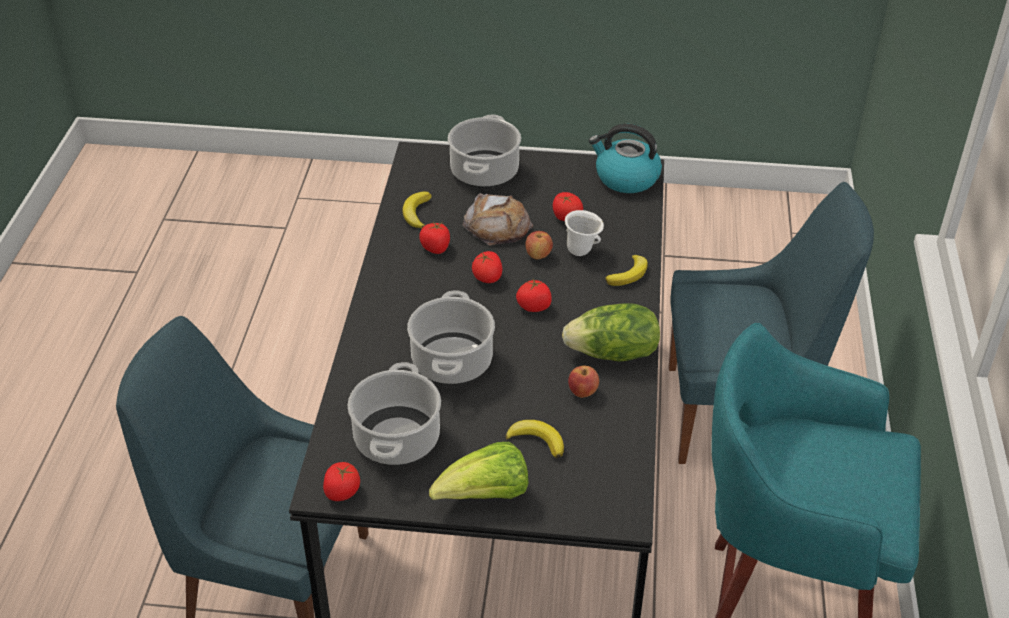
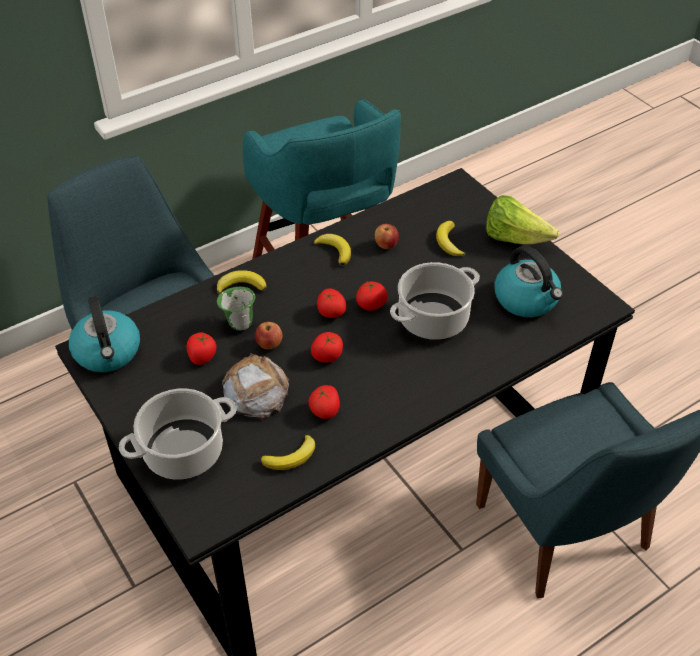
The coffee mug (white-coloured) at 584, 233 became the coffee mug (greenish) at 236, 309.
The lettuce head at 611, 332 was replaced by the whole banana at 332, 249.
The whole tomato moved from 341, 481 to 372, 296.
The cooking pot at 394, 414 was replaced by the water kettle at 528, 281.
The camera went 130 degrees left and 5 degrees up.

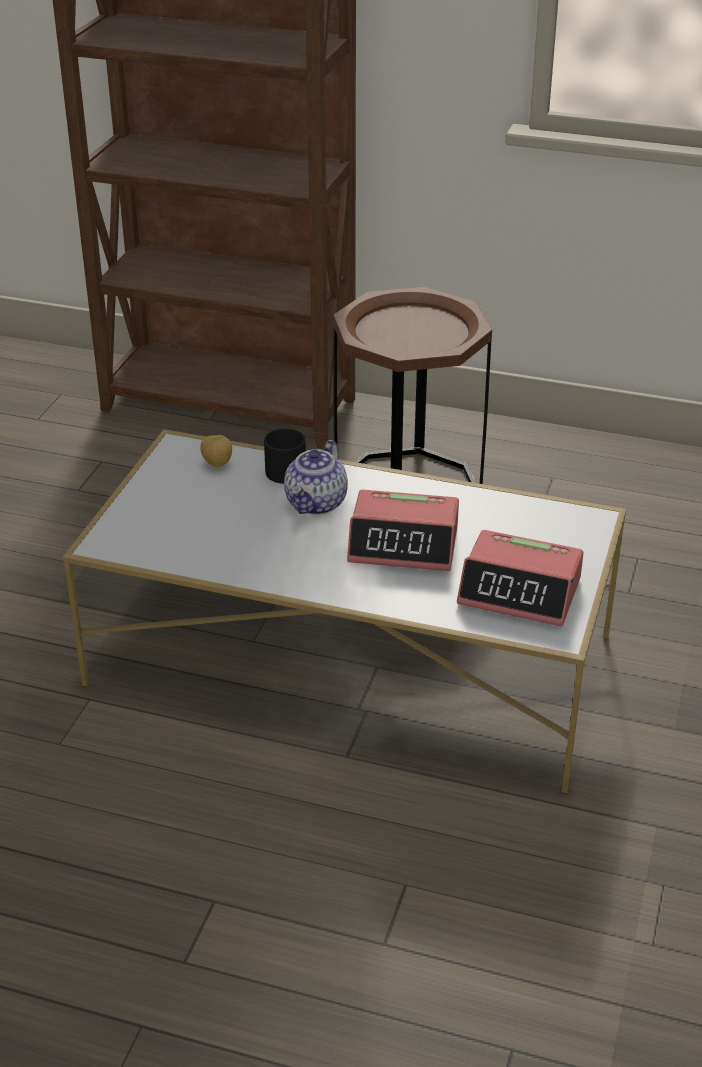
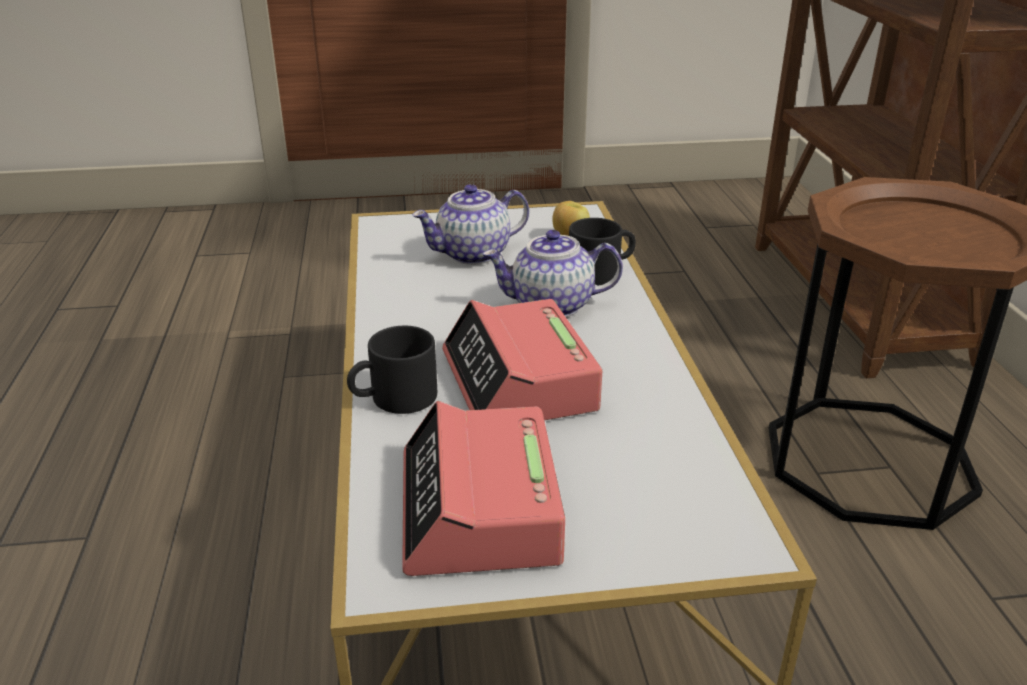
The coffee mug (blackish) at 392, 370 appeared.
The tea pot at 470, 224 appeared.
The camera went 65 degrees right and 5 degrees down.

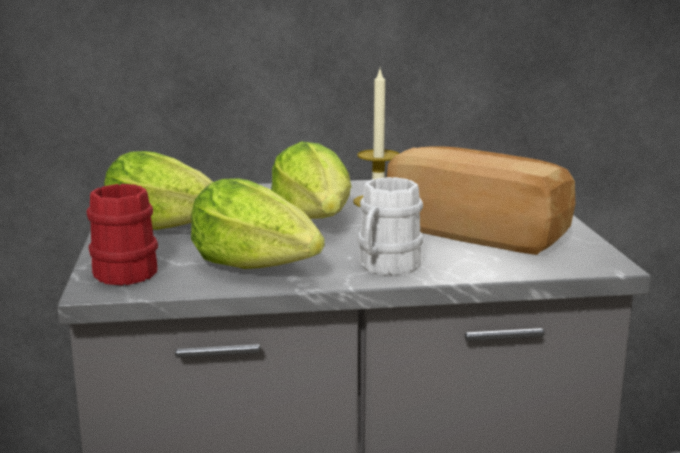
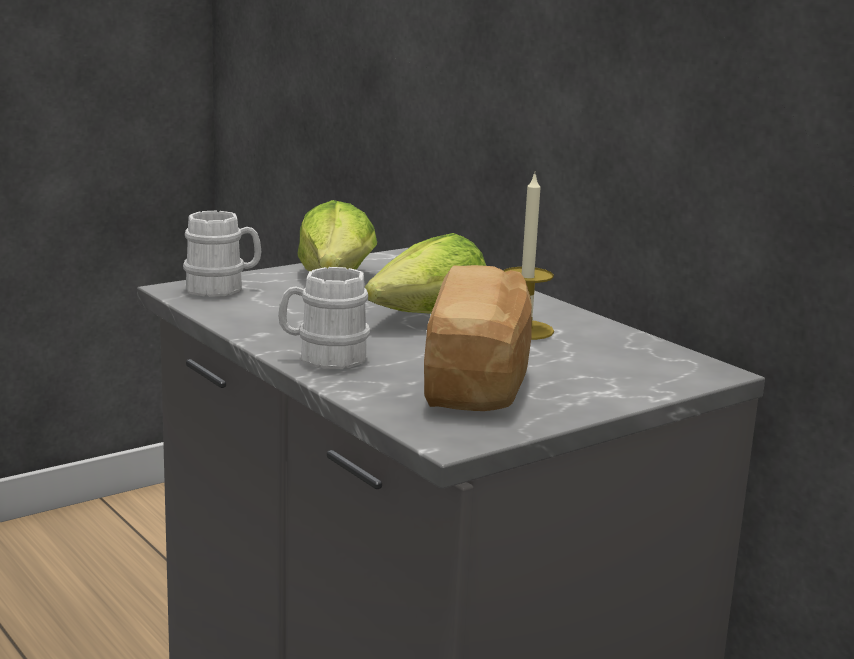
The coffee mug (reddish) at 122, 235 became the coffee mug (white-coloured) at 222, 254.
The lettuce head at 258, 223 disappeared.
The camera went 60 degrees right and 0 degrees up.

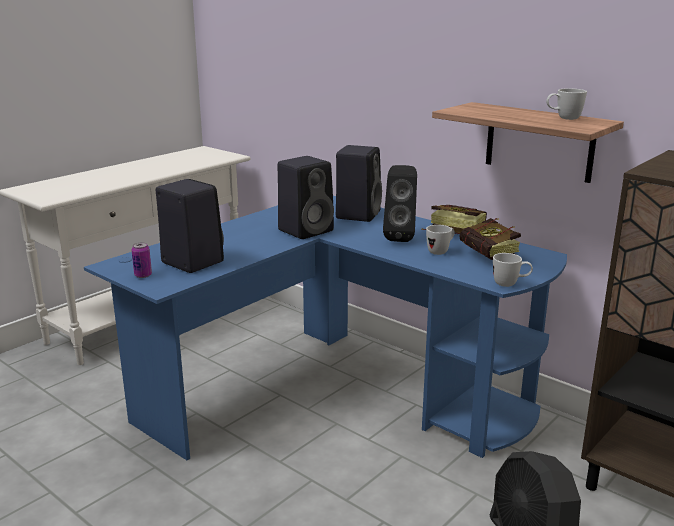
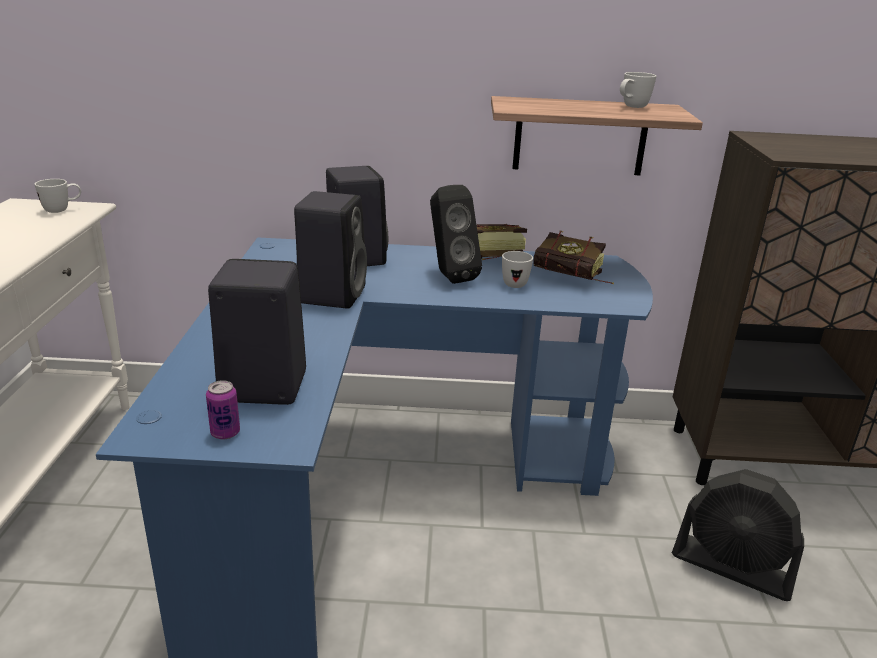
The coffee mug (white-coloured) moved from 513, 270 to 58, 196.
The camera went 40 degrees left and 5 degrees up.

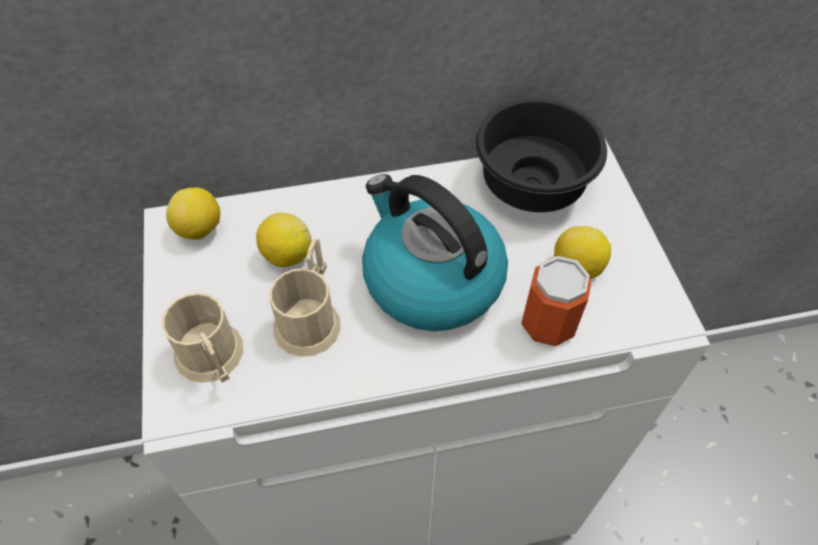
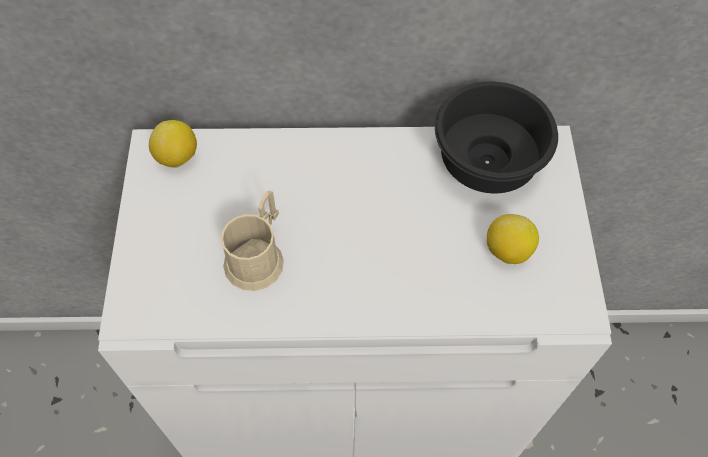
The coffee mug (beige-coloured) at 202, 338 disappeared.
The whole lemon at 283, 240 disappeared.
The water kettle at 435, 252 disappeared.
The sealed can at 556, 301 disappeared.
The camera went 10 degrees right and 5 degrees up.

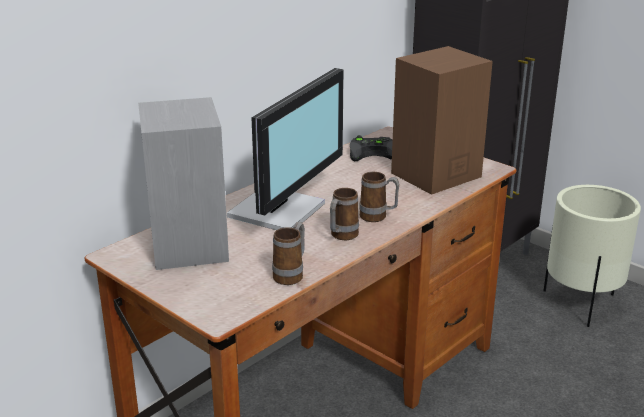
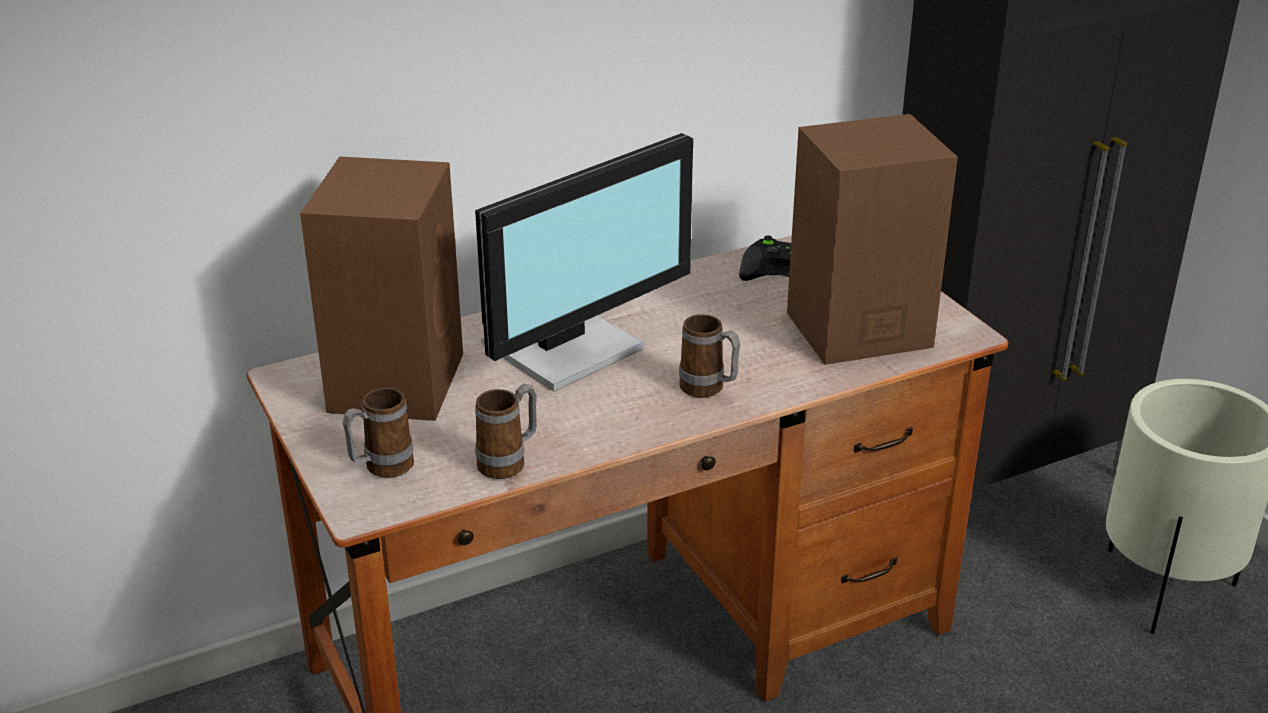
The loudspeaker (gray) at 183, 183 became the loudspeaker (brown) at 381, 289.
The coffee mug moved from 344, 214 to 378, 433.
The camera went 20 degrees right and 5 degrees up.

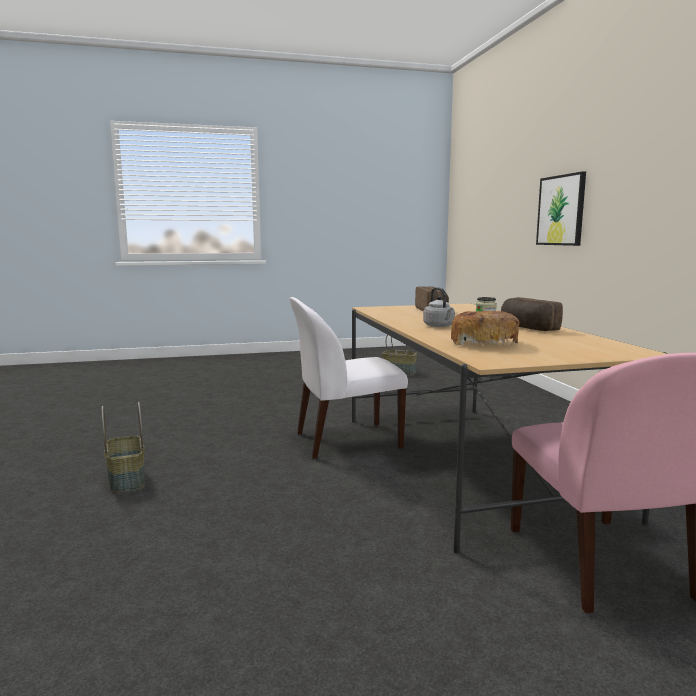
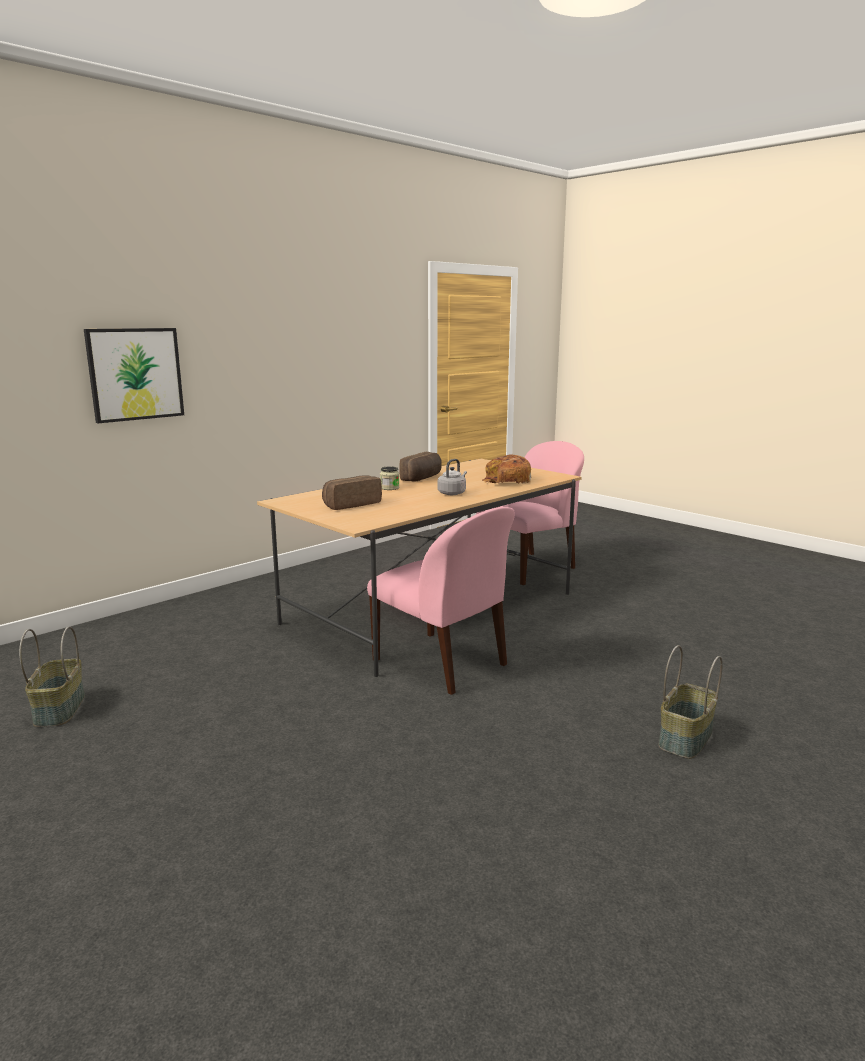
The upright chair (white-coloured) at 349, 378 became the upright chair (pink) at 441, 601.
The camera went 120 degrees left and 5 degrees up.

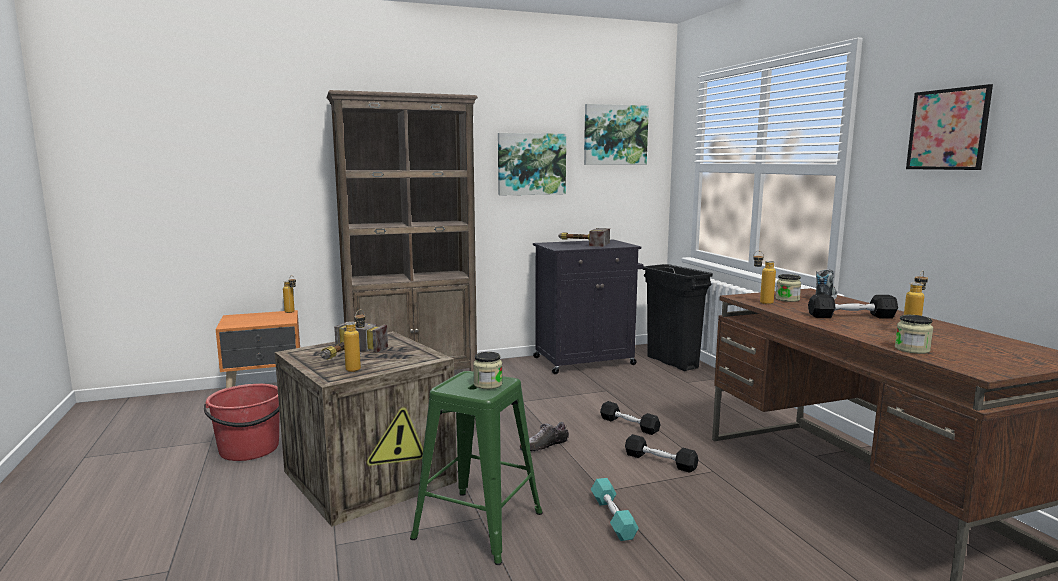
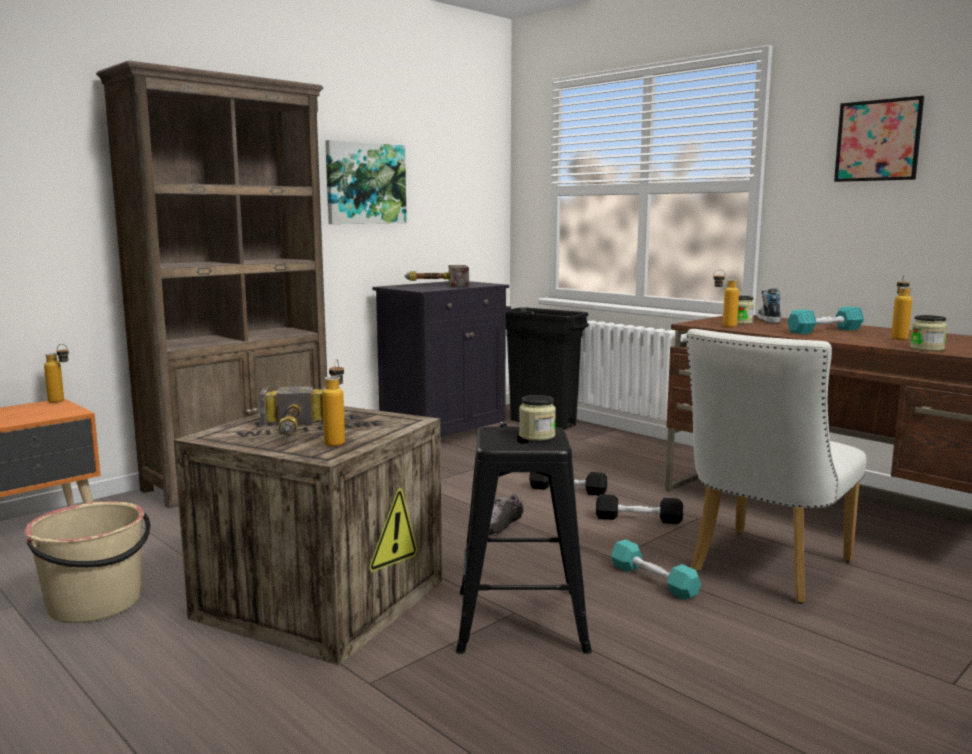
The pail (reddish) at 241, 422 became the pail (beige-coloured) at 87, 562.
The stool seat (greenish) at 476, 468 became the stool seat (blackish) at 524, 540.
The upright chair (white-coloured) at 776, 466 appeared.
The hand weight (blackish) at 853, 306 became the hand weight (blue-green) at 825, 320.
The wall art at 616, 134 disappeared.
The camera went 25 degrees left and 0 degrees up.

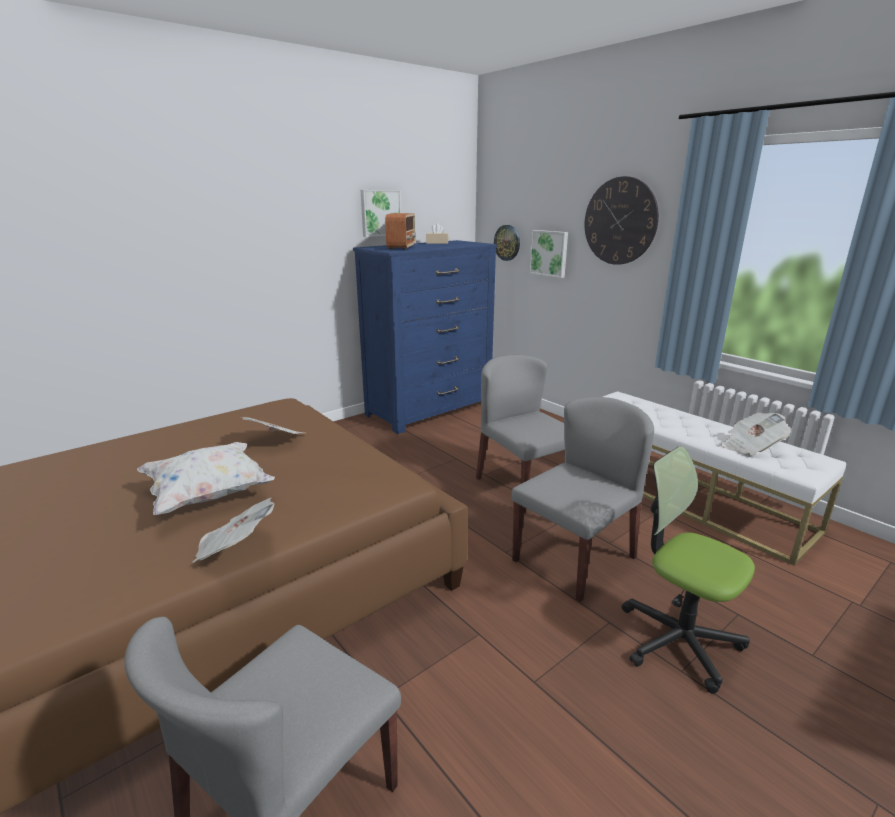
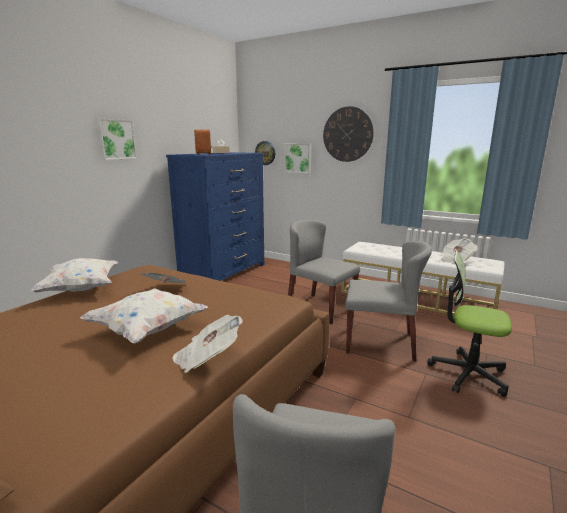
The pillow (white-coloured) at 75, 275 appeared.
The wall art moved from 381, 213 to 116, 139.
The upright chair (gray) at 582, 499 turned 75 degrees clockwise.
The camera went 20 degrees left and 5 degrees down.

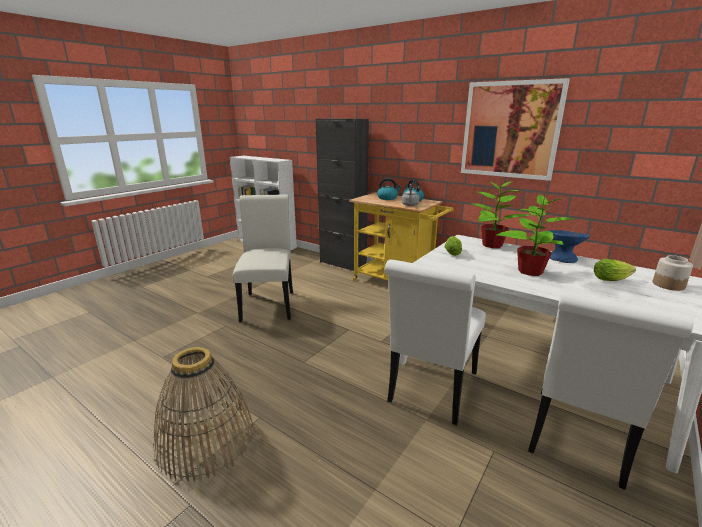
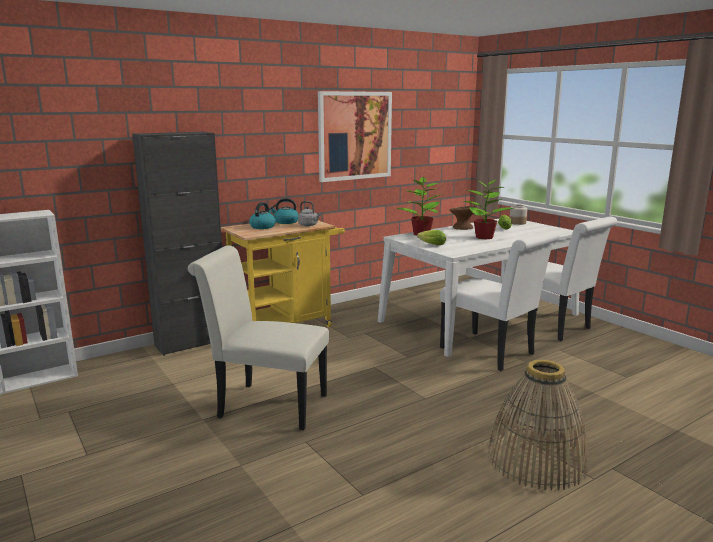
The deep dish (blue-coloured) at 569, 246 became the deep dish (brown) at 464, 218.
The camera went 70 degrees left and 5 degrees down.

